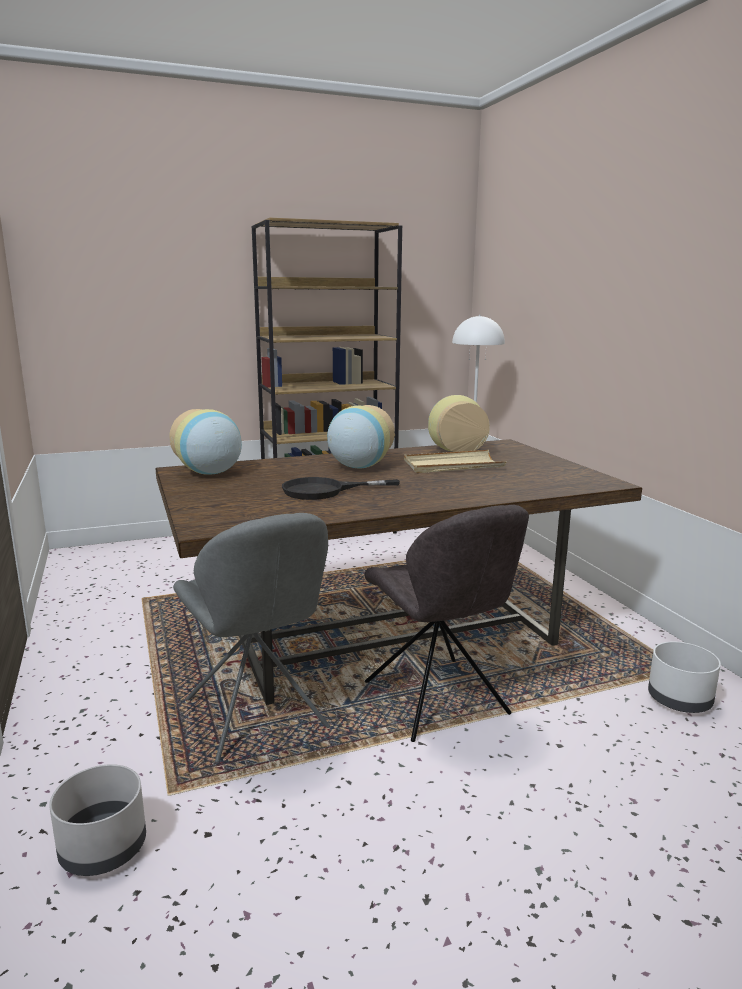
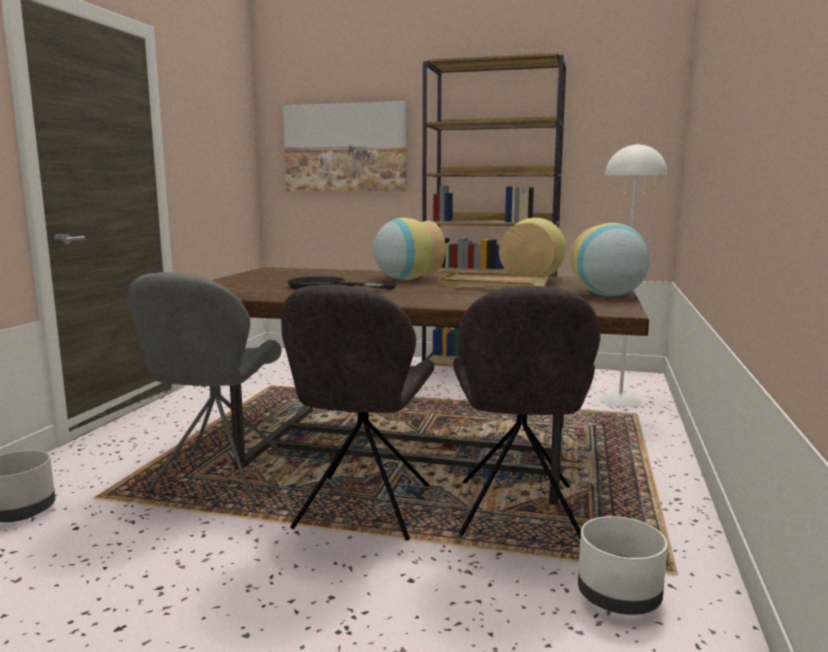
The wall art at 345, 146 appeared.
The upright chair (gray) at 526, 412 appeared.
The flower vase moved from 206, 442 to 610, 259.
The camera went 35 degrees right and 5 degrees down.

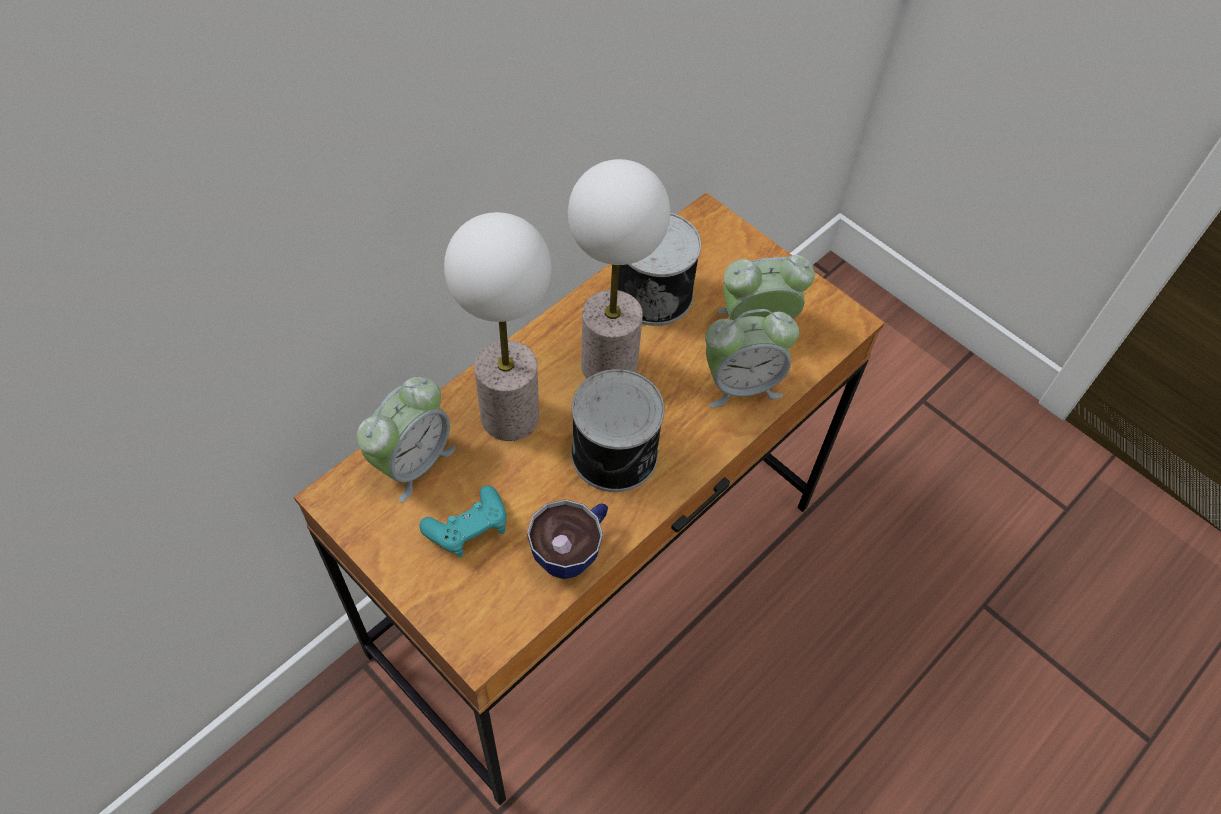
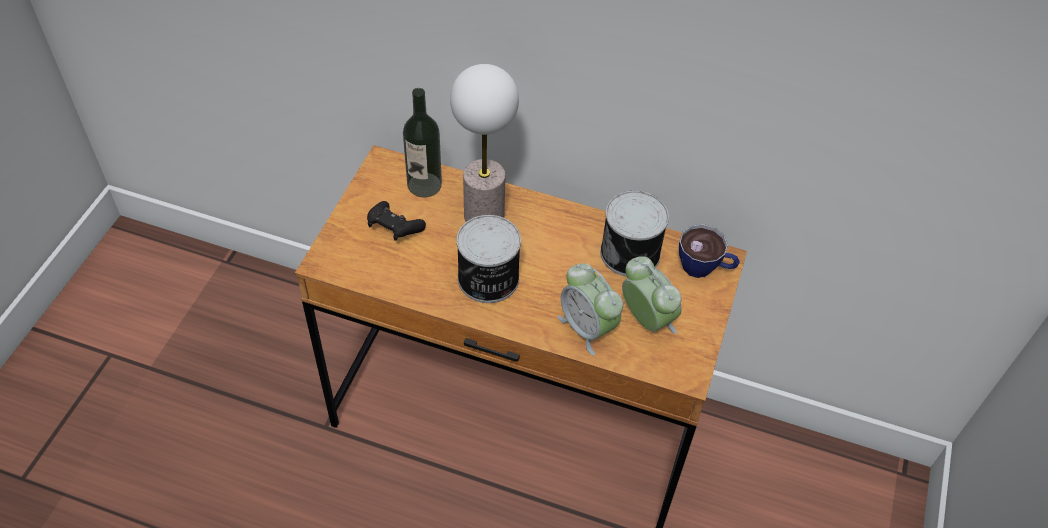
The game controller (blue-green) at 463, 521 became the game controller (blackish) at 396, 221.
The bedside clock at 406, 439 was replaced by the bottle at 422, 143.
The small cup moved from 567, 539 to 709, 251.
The lamp for a table at 619, 269 disappeared.
The camera went 65 degrees right and 5 degrees down.

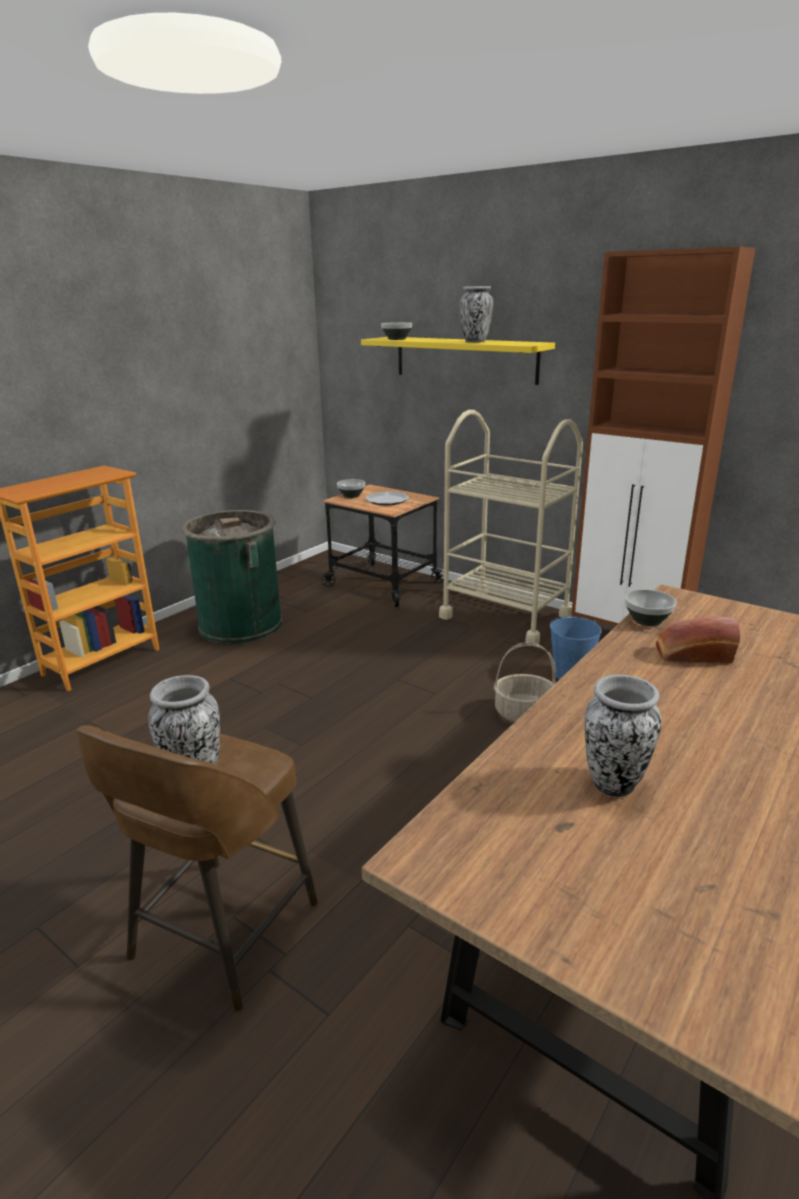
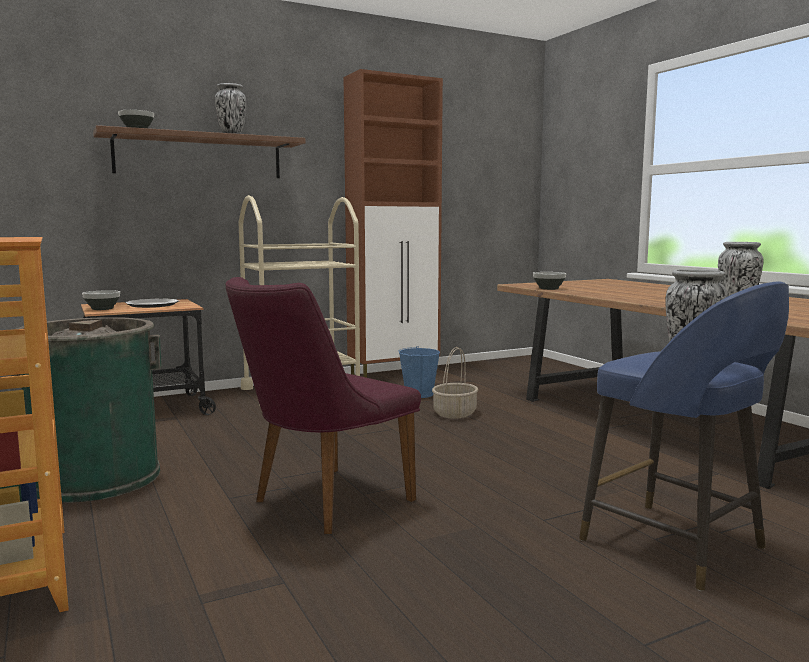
The wall shelf (yellowish) at 458, 361 became the wall shelf (brown) at 199, 151.
The upright chair (purplish) at 323, 405 appeared.
The stool seat (brown) at 197, 868 became the stool seat (blue-coloured) at 684, 436.
The bread at 698, 639 disappeared.
The camera went 65 degrees left and 15 degrees down.

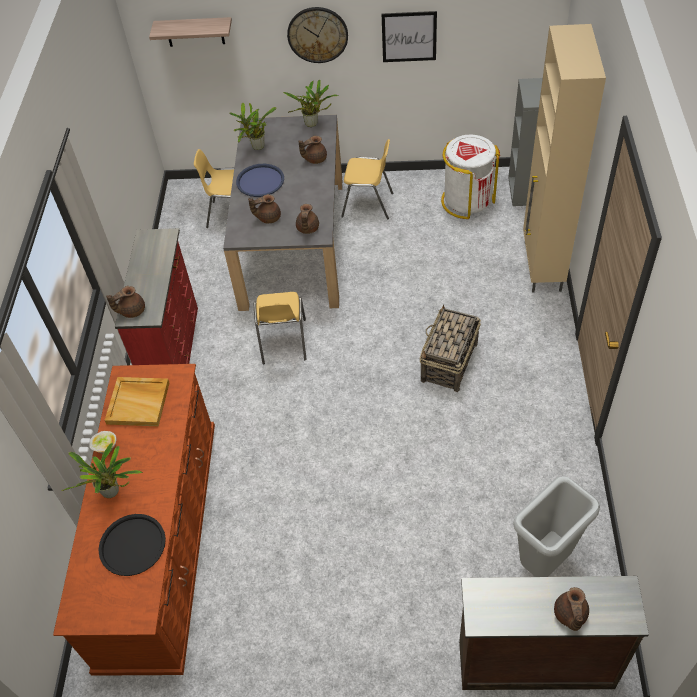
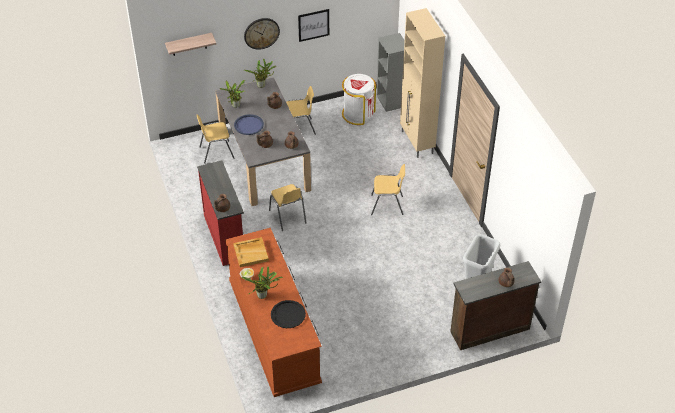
The storage basket at 450, 348 was replaced by the upright chair (yellowish) at 388, 189.
The camera went 25 degrees left and 5 degrees down.

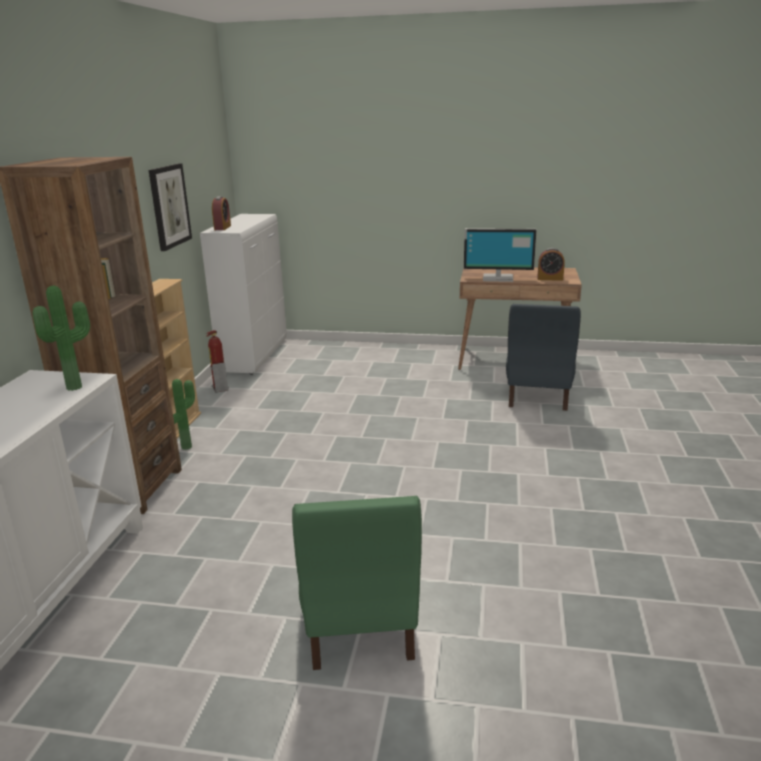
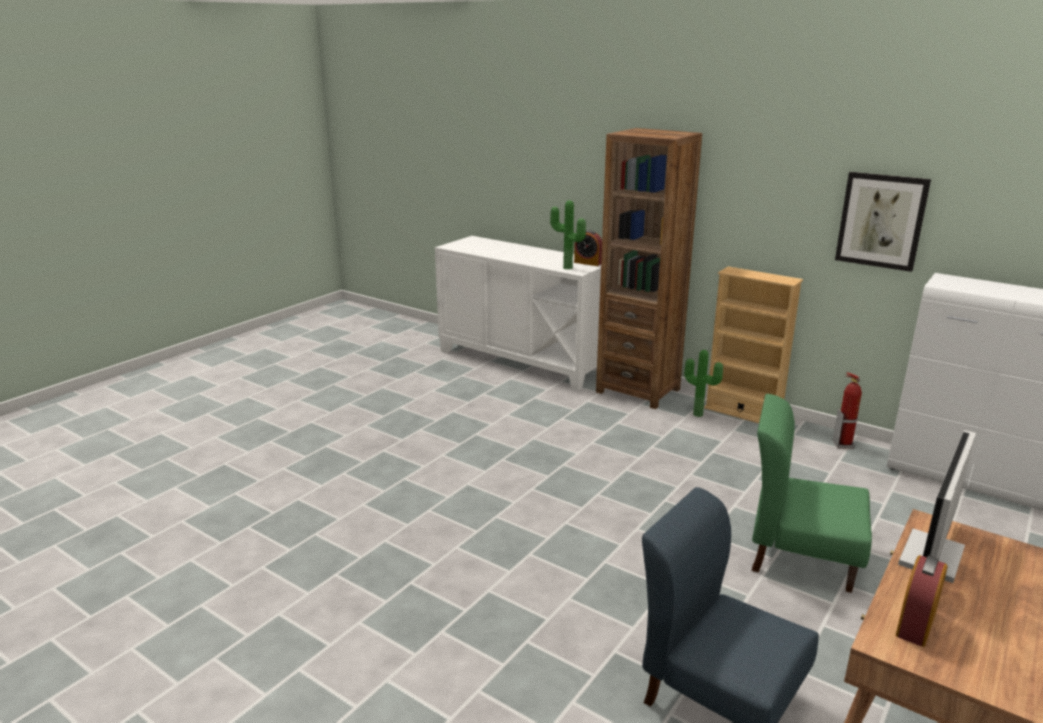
The bedside clock moved from 221, 213 to 588, 248.
The upright chair (greenish) moved from 357, 583 to 812, 493.
The camera went 115 degrees right and 0 degrees up.

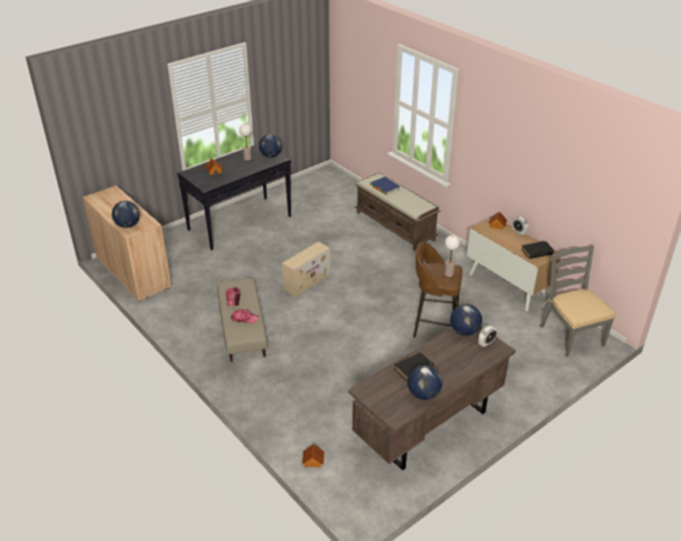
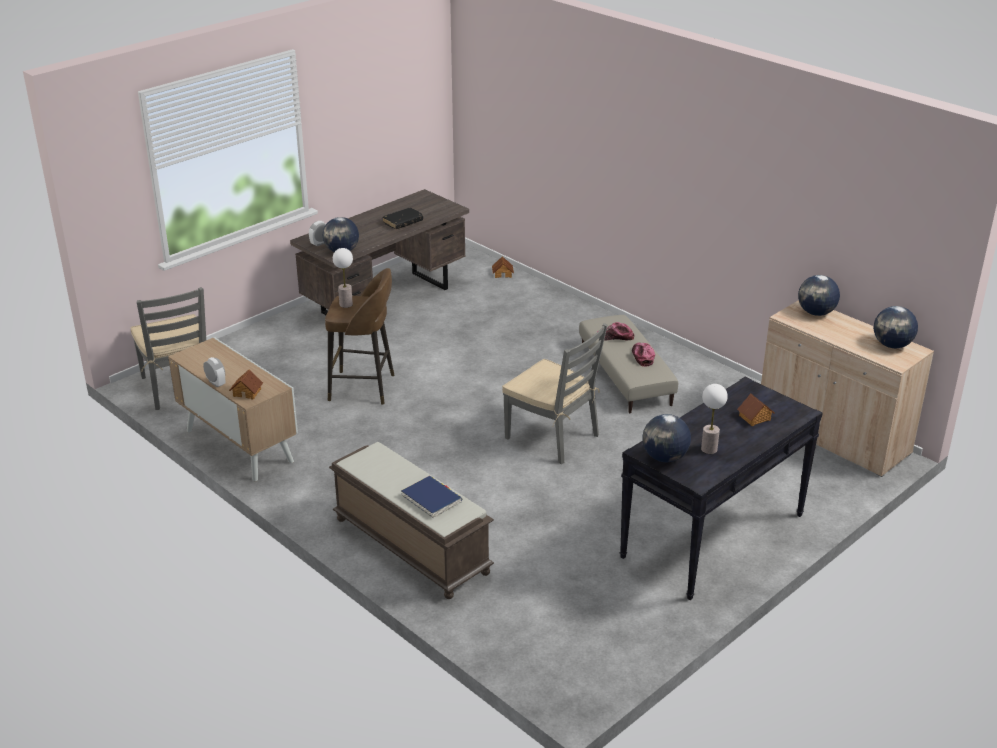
The storage bin (beige-coloured) at 306, 269 was replaced by the upright chair (gray) at 555, 393.
The world globe moved from 424, 382 to 896, 327.
The book (blackish) at 537, 250 disappeared.
The camera went 175 degrees right and 5 degrees down.

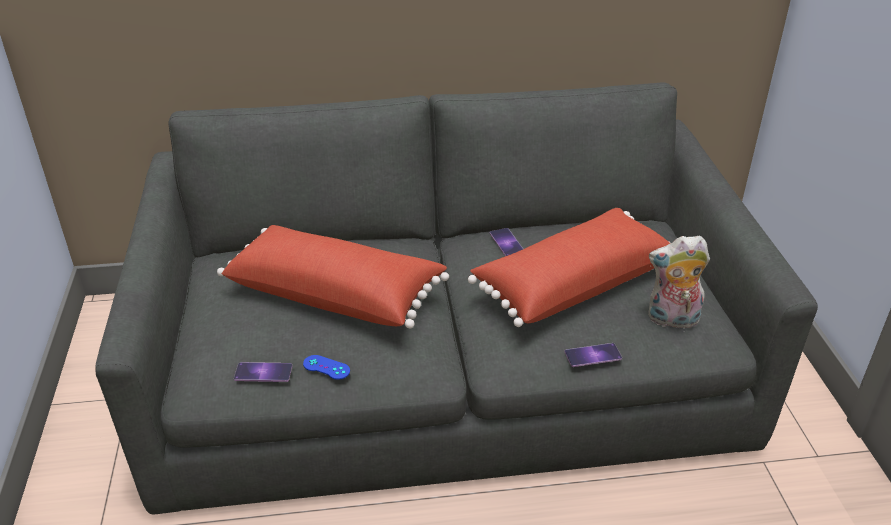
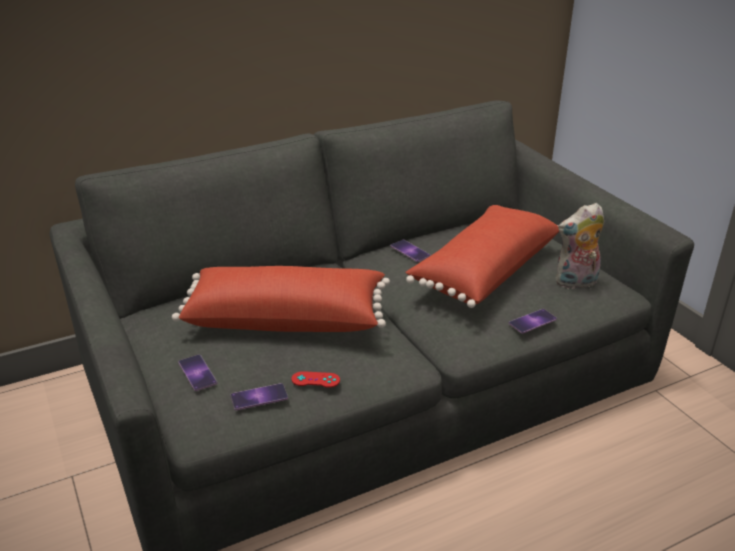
The phone at 197, 372 appeared.
The game controller (blue-coloured) at 326, 367 became the game controller (reddish) at 316, 379.
The camera went 20 degrees left and 5 degrees down.

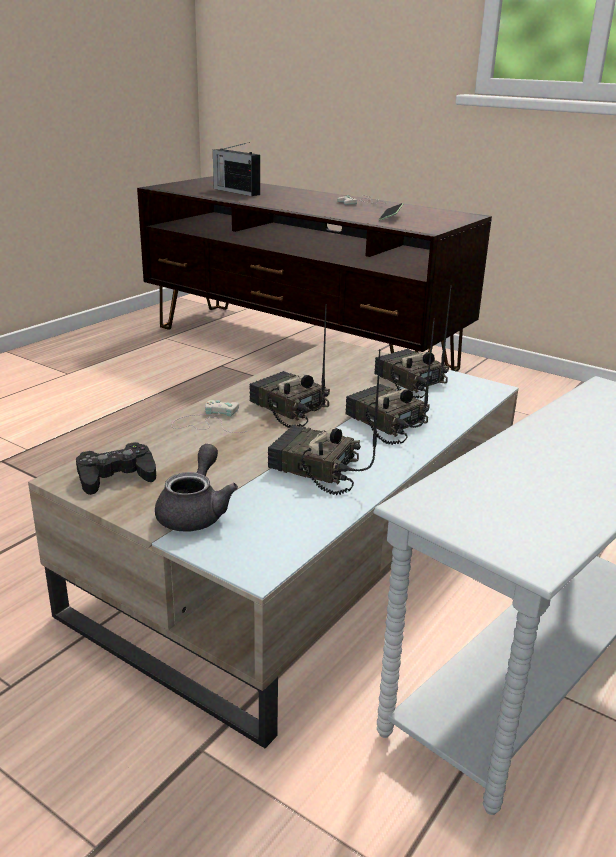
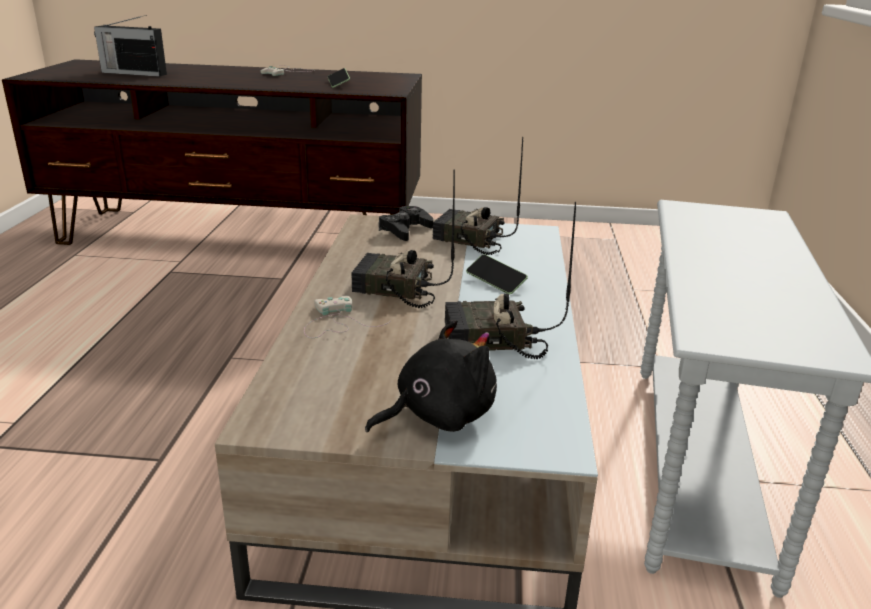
The tea pot (gray) at 196, 487 was replaced by the plush toy (blackish) at 431, 376.
The game controller (blackish) moved from 116, 468 to 406, 223.
The radio at 390, 381 was replaced by the phone at 497, 274.
The camera went 30 degrees left and 0 degrees up.

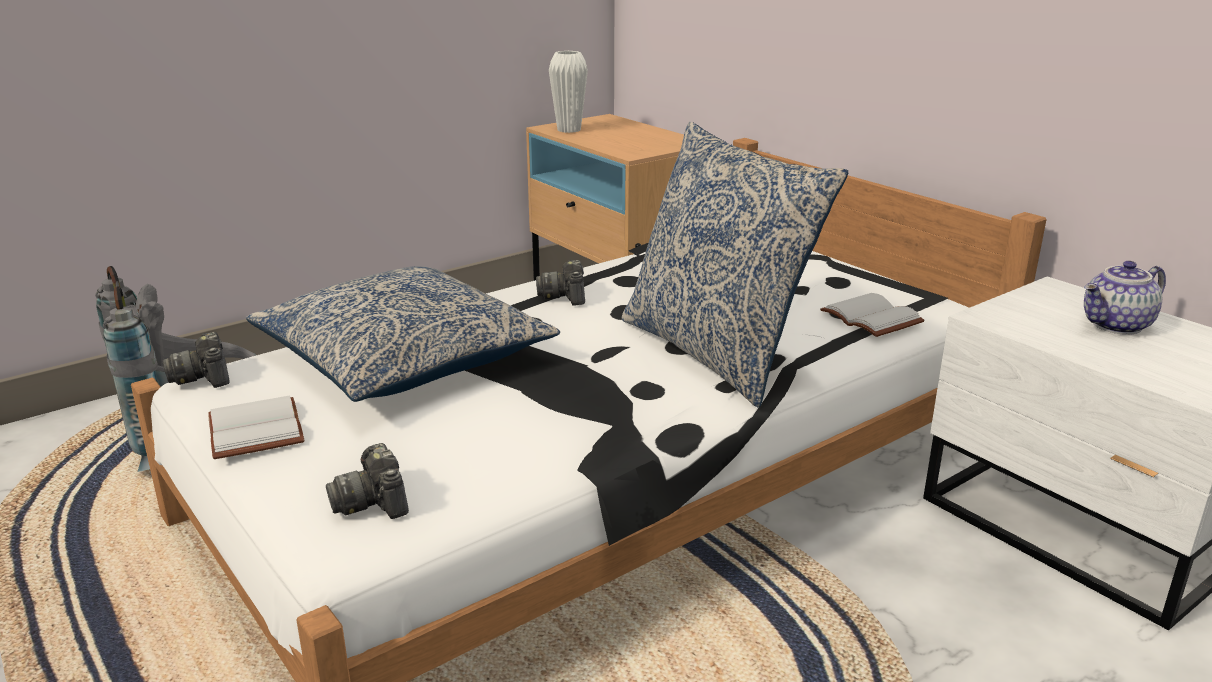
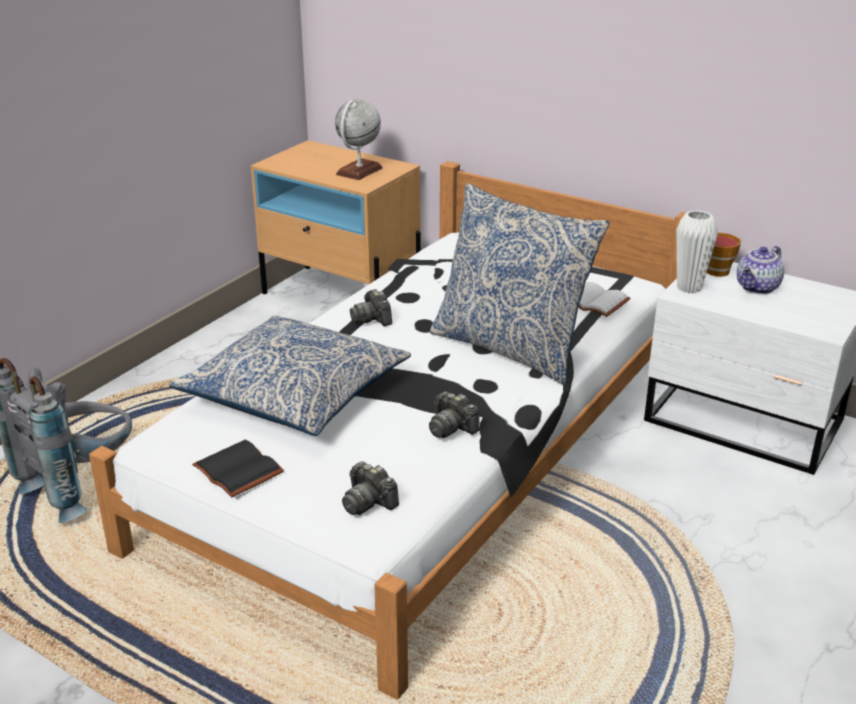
The book (white-coloured) at 256, 427 became the book (blackish) at 238, 468.
The world globe at 359, 140 appeared.
The photo camera moved from 196, 360 to 454, 414.
The flower vase (white-coloured) moved from 568, 92 to 697, 251.
The small cup at 724, 255 appeared.
The camera went 20 degrees left and 5 degrees up.

